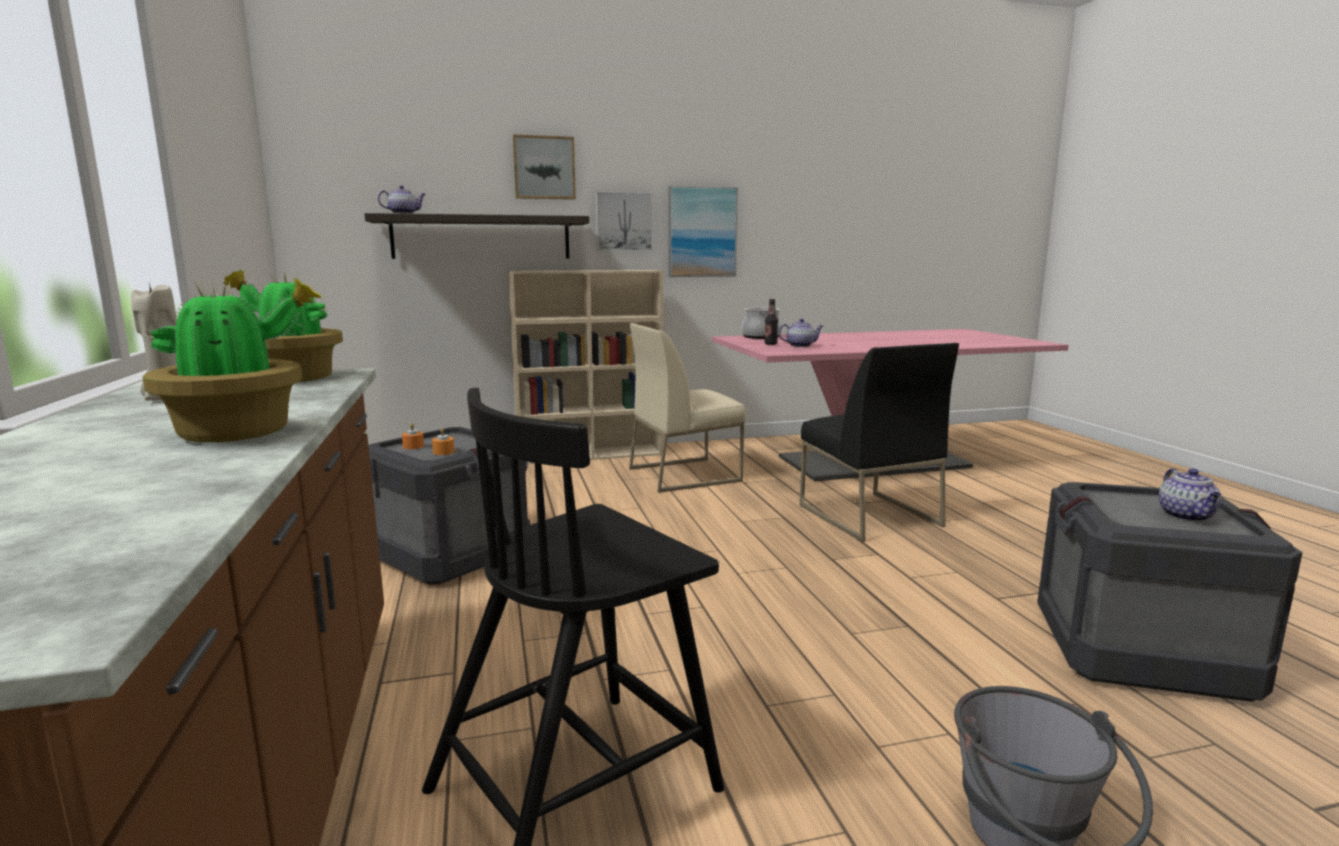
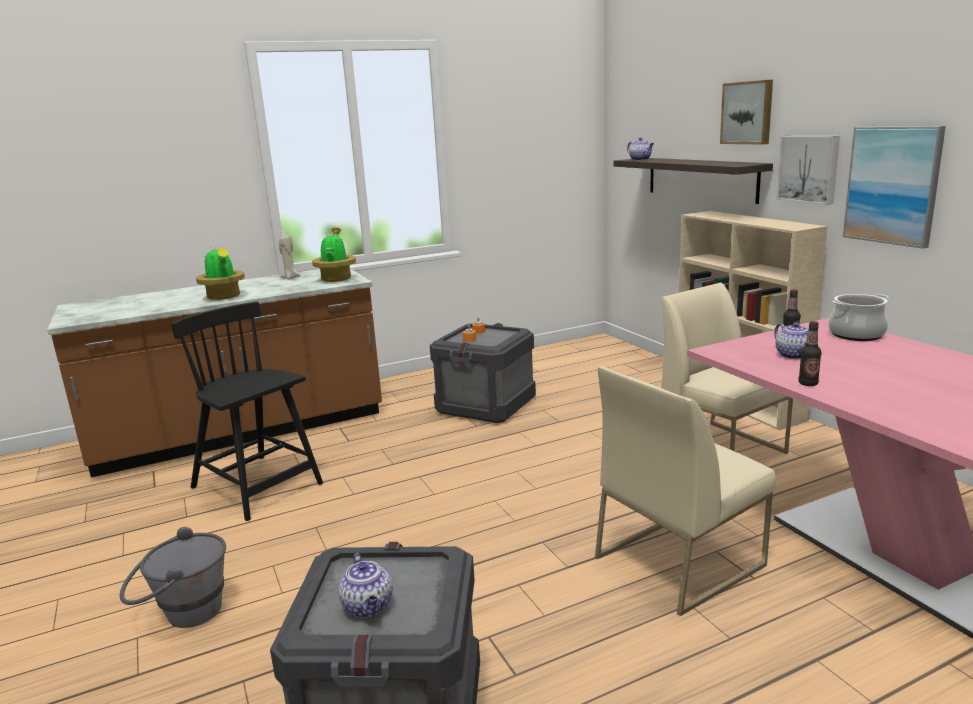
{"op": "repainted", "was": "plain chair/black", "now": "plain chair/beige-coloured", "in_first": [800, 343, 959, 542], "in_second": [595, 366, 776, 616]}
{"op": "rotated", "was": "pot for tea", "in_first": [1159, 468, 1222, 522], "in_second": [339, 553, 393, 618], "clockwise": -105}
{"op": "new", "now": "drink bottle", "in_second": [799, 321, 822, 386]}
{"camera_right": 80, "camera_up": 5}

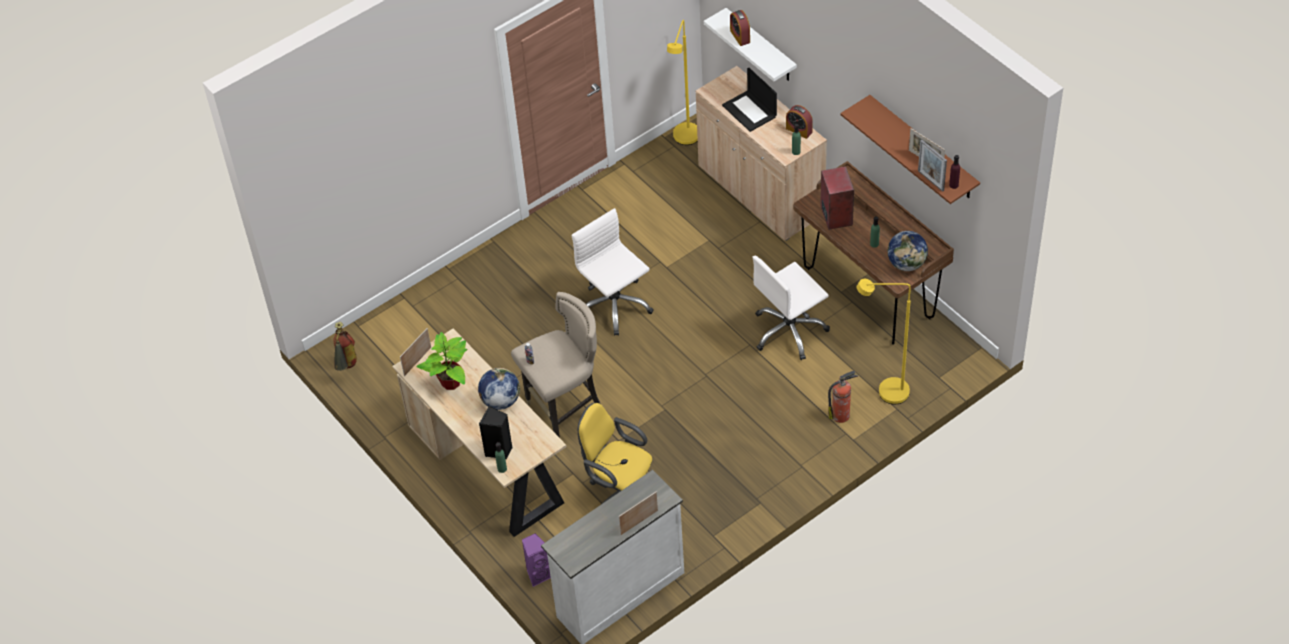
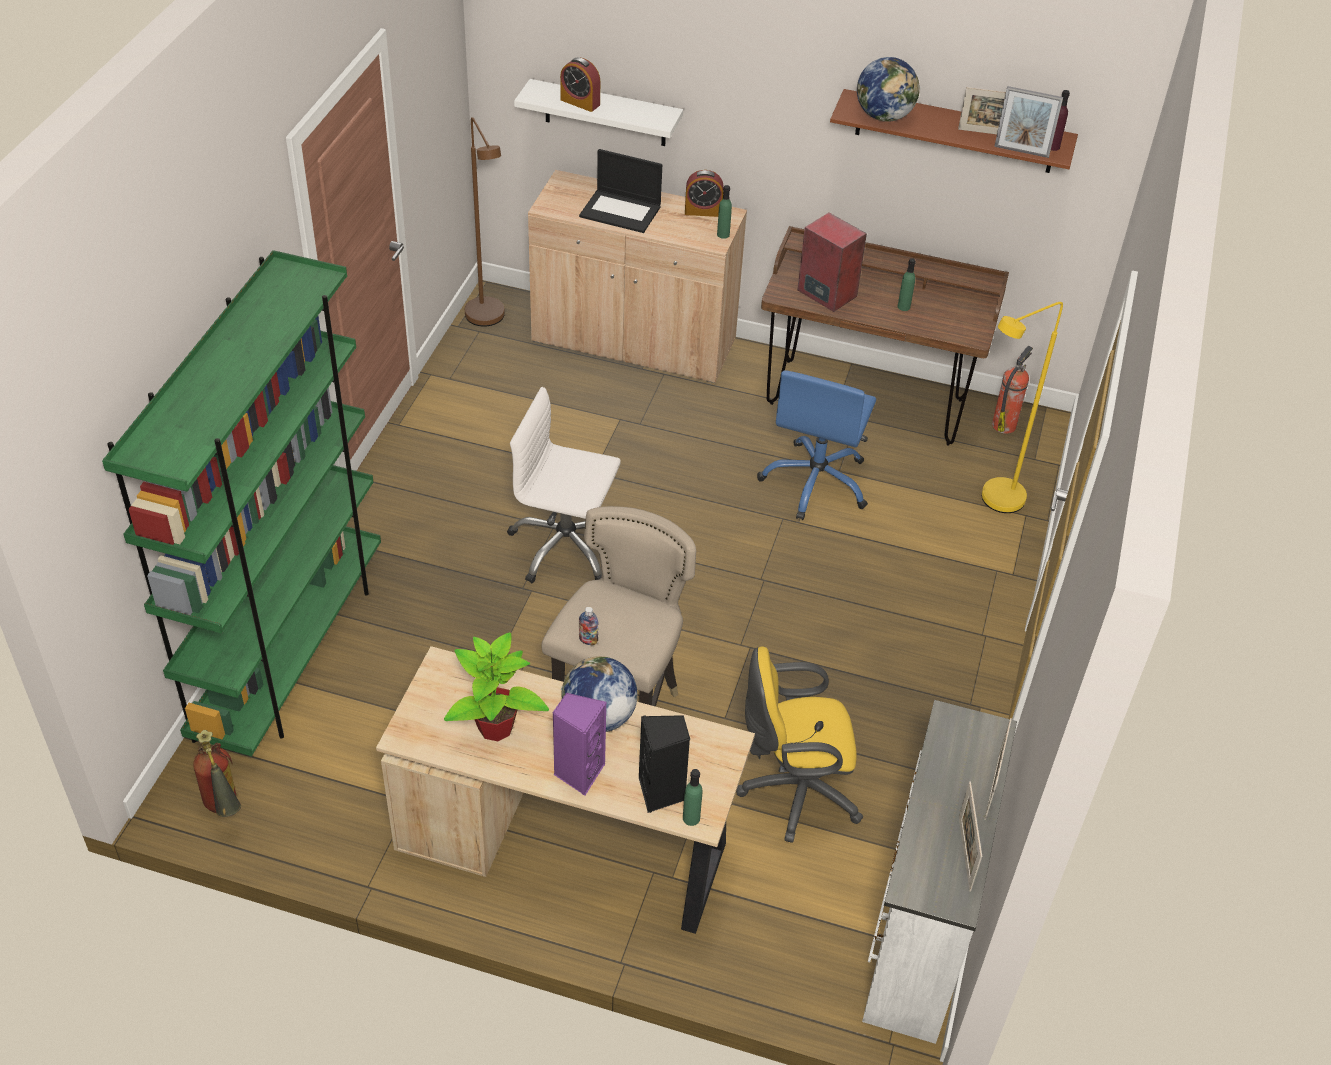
{"op": "shifted", "was": "picture frame", "in_first": [400, 328, 431, 376], "in_second": [959, 781, 982, 891]}
{"op": "shifted", "was": "audio speaker/purple", "in_first": [522, 533, 551, 587], "in_second": [552, 693, 606, 796]}
{"op": "repainted", "was": "floor lamp/yellowish", "now": "floor lamp/brownish", "in_first": [667, 20, 698, 145], "in_second": [465, 117, 505, 326]}
{"op": "repainted", "was": "desk chair/white", "now": "desk chair/blue-coloured", "in_first": [752, 256, 830, 360], "in_second": [757, 370, 876, 520]}
{"op": "shifted", "was": "extinguisher", "in_first": [828, 371, 858, 423], "in_second": [992, 346, 1033, 434]}
{"op": "shifted", "was": "world globe", "in_first": [888, 231, 928, 271], "in_second": [857, 57, 920, 122]}
{"op": "new", "now": "bookshelf/green-coloured", "in_second": [102, 250, 381, 757]}
{"camera_right": -40, "camera_up": -5}

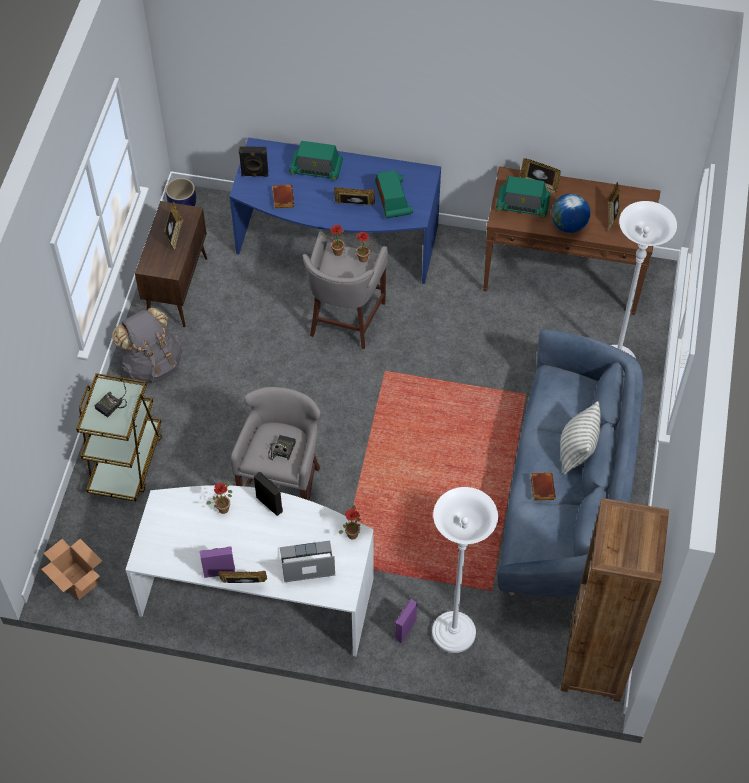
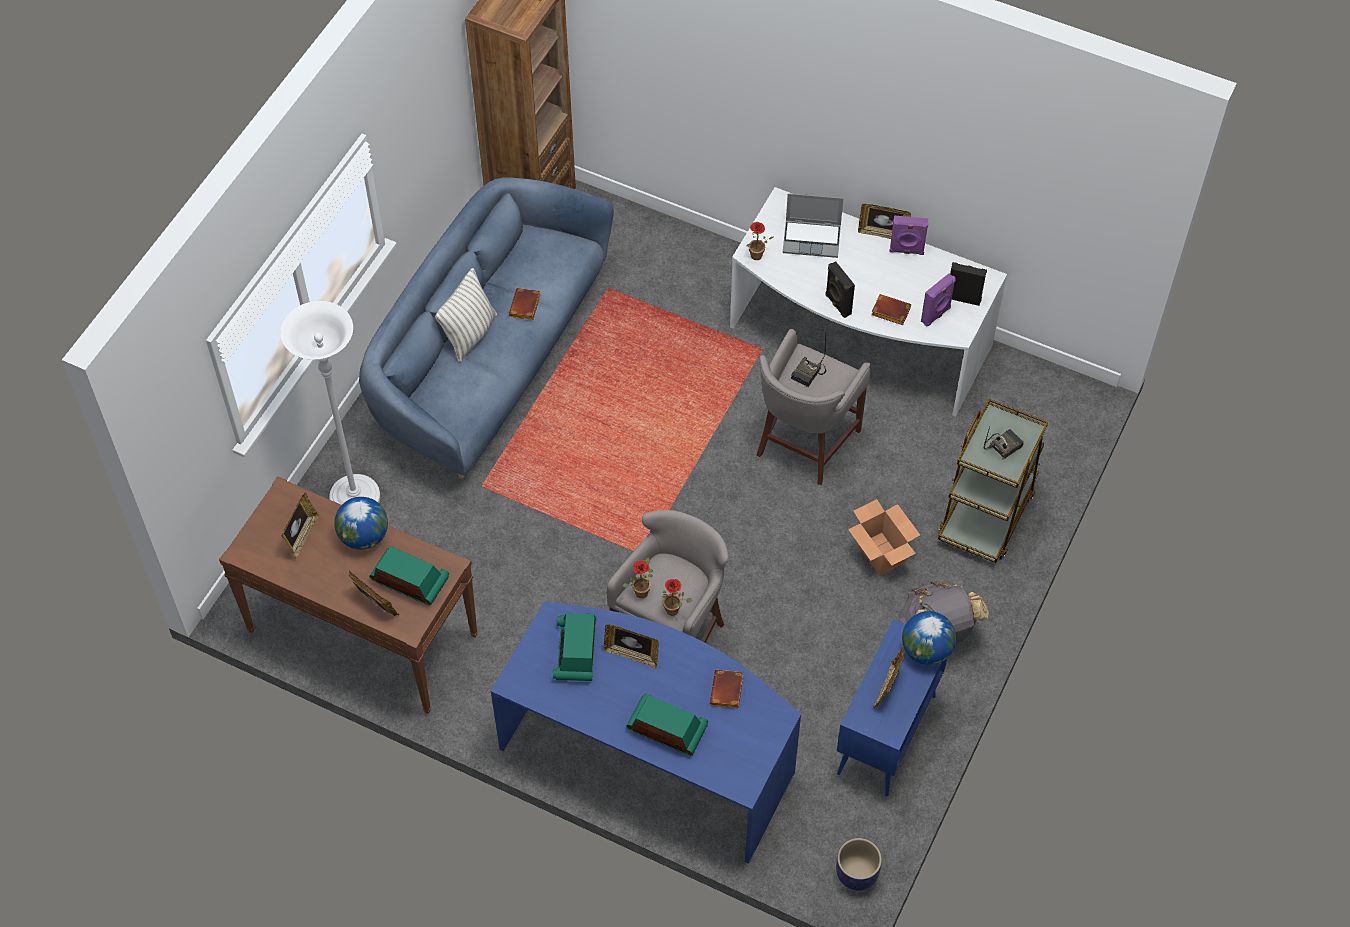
{"op": "shifted", "was": "cardboard box", "in_first": [41, 539, 102, 600], "in_second": [848, 499, 920, 576]}
{"op": "repainted", "was": "cupboard/brownish", "now": "cupboard/blue-coloured", "in_first": [135, 201, 207, 327], "in_second": [837, 619, 947, 796]}
{"op": "swapped", "was": "potted plant", "now": "book/brownish", "in_first": [206, 481, 233, 514], "in_second": [871, 294, 911, 325]}
{"op": "shifted", "was": "audio speaker/black", "in_first": [239, 146, 268, 177], "in_second": [950, 262, 987, 306]}
{"op": "shifted", "was": "audio speaker/purple", "in_first": [395, 599, 417, 643], "in_second": [921, 273, 955, 327]}
{"op": "gone", "was": "floor lamp/white", "in_first": [432, 487, 498, 653]}
{"op": "new", "now": "world globe", "in_second": [902, 611, 956, 665]}
{"camera_right": -165, "camera_up": 0}

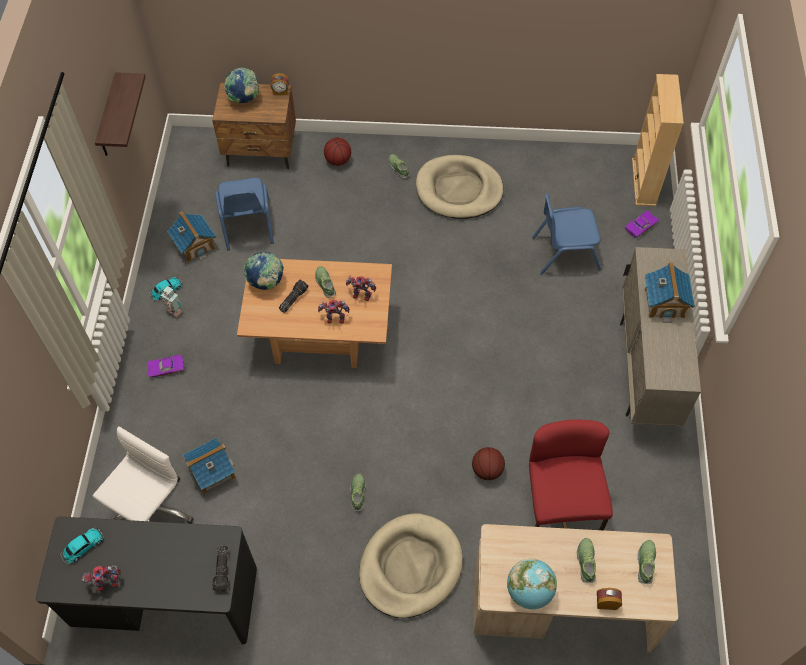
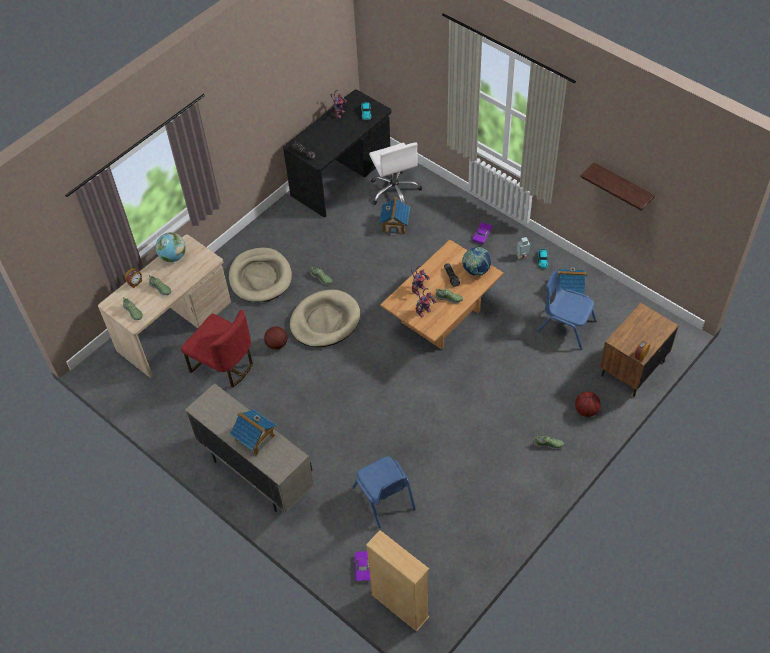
{"op": "gone", "was": "world globe", "in_first": [224, 68, 259, 103]}
{"op": "shifted", "was": "dog bed/beige-coloured", "in_first": [416, 155, 503, 219], "in_second": [290, 289, 360, 347]}
{"op": "rotated", "was": "plain chair/blue-coloured", "in_first": [532, 193, 601, 274], "in_second": [352, 456, 416, 528], "clockwise": 120}
{"camera_right": 130, "camera_up": -5}

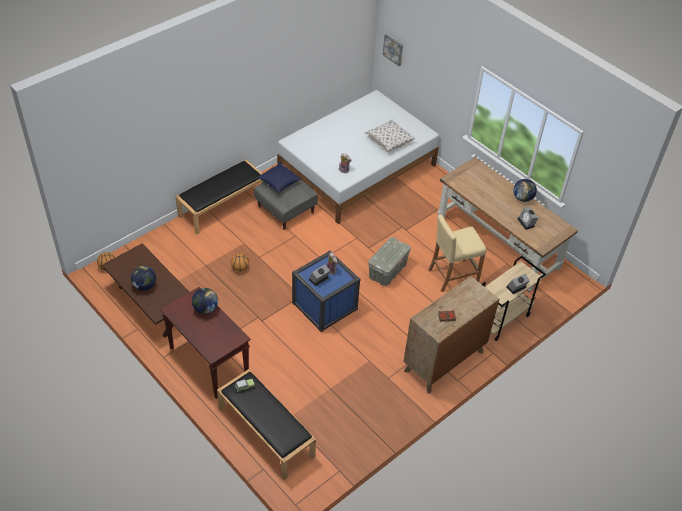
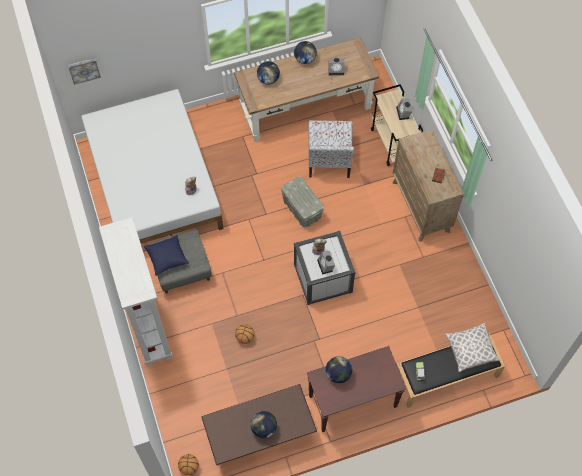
{"op": "swapped", "was": "indoor bench/black", "now": "bookshelf/white", "in_first": [176, 160, 264, 234], "in_second": [99, 217, 173, 366]}
{"op": "repainted", "was": "storage container/blue-coloured", "now": "storage container/white", "in_first": [292, 250, 361, 332], "in_second": [294, 231, 356, 305]}
{"op": "shifted", "was": "pillow", "in_first": [365, 120, 415, 152], "in_second": [445, 323, 499, 372]}
{"op": "swapped", "was": "stool/beige-coloured", "now": "plain chair", "in_first": [428, 215, 487, 292], "in_second": [308, 120, 354, 178]}
{"op": "new", "now": "world globe", "in_second": [257, 61, 280, 85]}
{"camera_right": -65, "camera_up": 15}

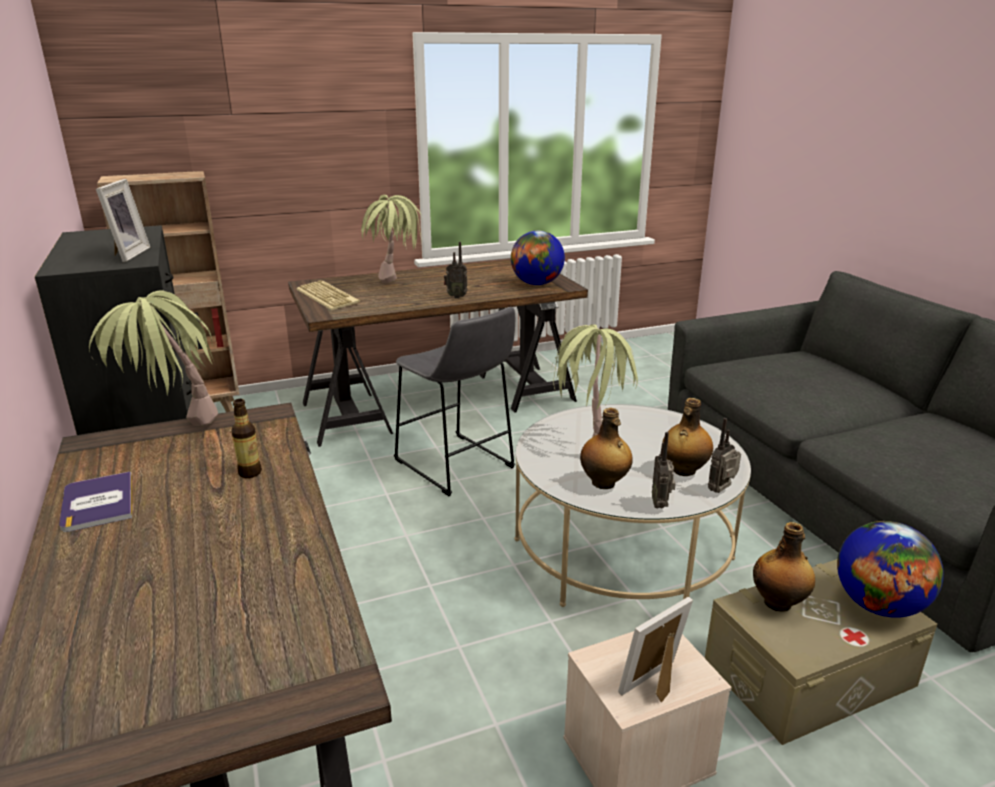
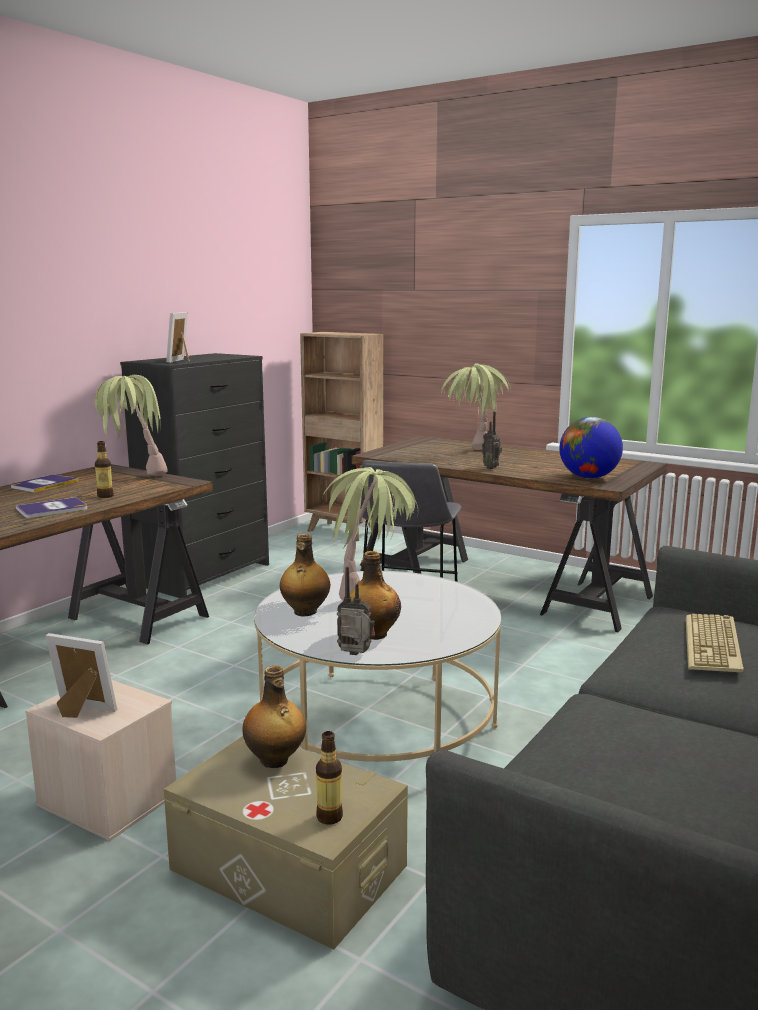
{"op": "rotated", "was": "picture frame", "in_first": [96, 179, 150, 262], "in_second": [166, 312, 190, 363], "clockwise": 135}
{"op": "shifted", "was": "keyboard", "in_first": [296, 280, 360, 310], "in_second": [686, 614, 744, 672]}
{"op": "gone", "was": "radio set", "in_first": [652, 432, 676, 509]}
{"op": "swapped", "was": "world globe", "now": "drink bottle", "in_first": [837, 521, 944, 618], "in_second": [316, 731, 343, 825]}
{"op": "new", "now": "book", "in_second": [16, 497, 87, 518]}
{"camera_right": 55, "camera_up": -10}

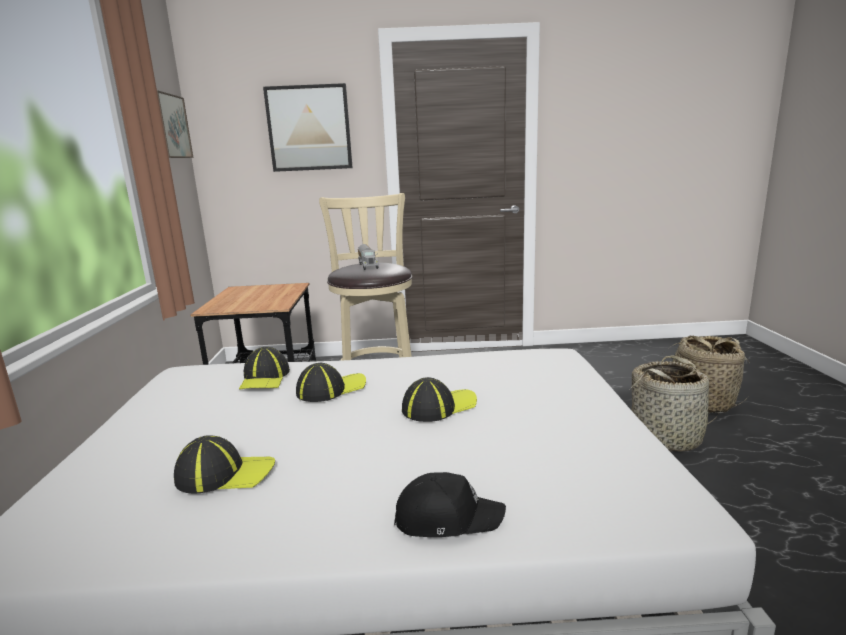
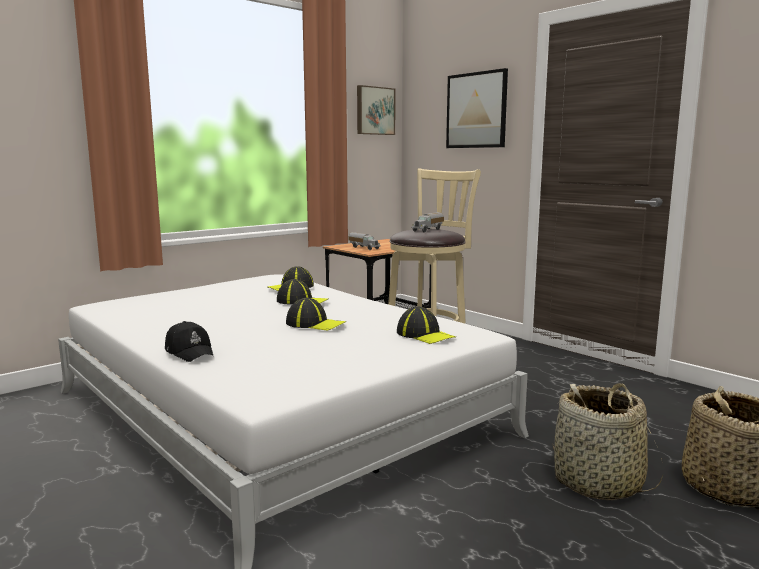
{"op": "shifted", "was": "peaked cap", "in_first": [174, 435, 275, 494], "in_second": [397, 307, 456, 344]}
{"op": "new", "now": "toy truck", "in_second": [348, 232, 380, 250]}
{"camera_right": 50, "camera_up": -5}

